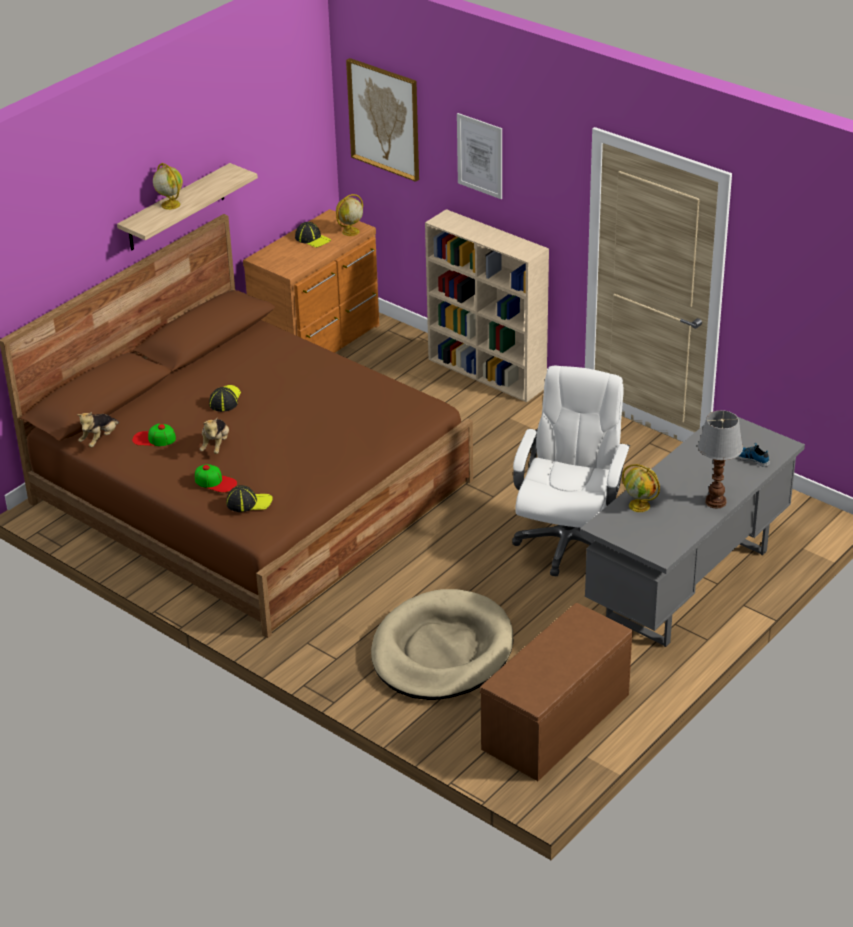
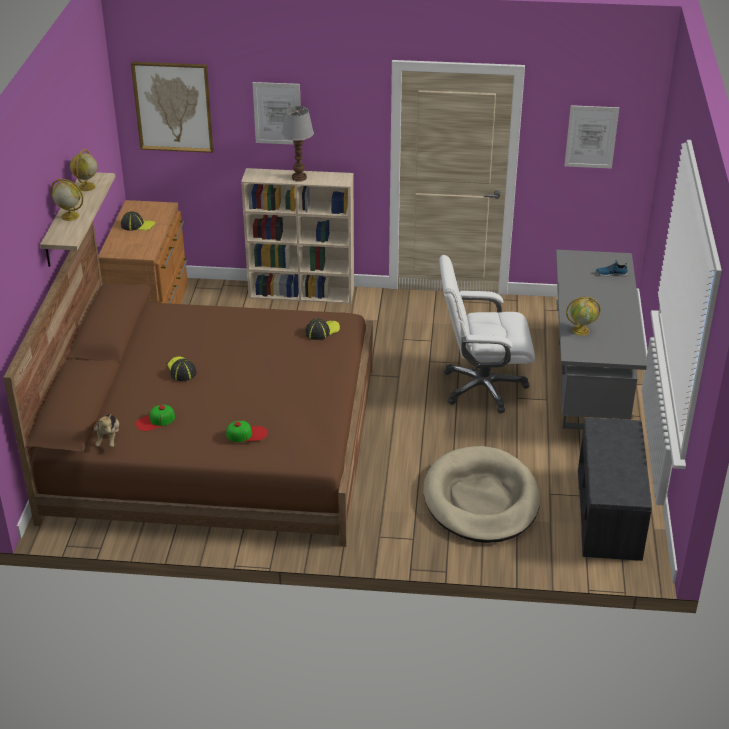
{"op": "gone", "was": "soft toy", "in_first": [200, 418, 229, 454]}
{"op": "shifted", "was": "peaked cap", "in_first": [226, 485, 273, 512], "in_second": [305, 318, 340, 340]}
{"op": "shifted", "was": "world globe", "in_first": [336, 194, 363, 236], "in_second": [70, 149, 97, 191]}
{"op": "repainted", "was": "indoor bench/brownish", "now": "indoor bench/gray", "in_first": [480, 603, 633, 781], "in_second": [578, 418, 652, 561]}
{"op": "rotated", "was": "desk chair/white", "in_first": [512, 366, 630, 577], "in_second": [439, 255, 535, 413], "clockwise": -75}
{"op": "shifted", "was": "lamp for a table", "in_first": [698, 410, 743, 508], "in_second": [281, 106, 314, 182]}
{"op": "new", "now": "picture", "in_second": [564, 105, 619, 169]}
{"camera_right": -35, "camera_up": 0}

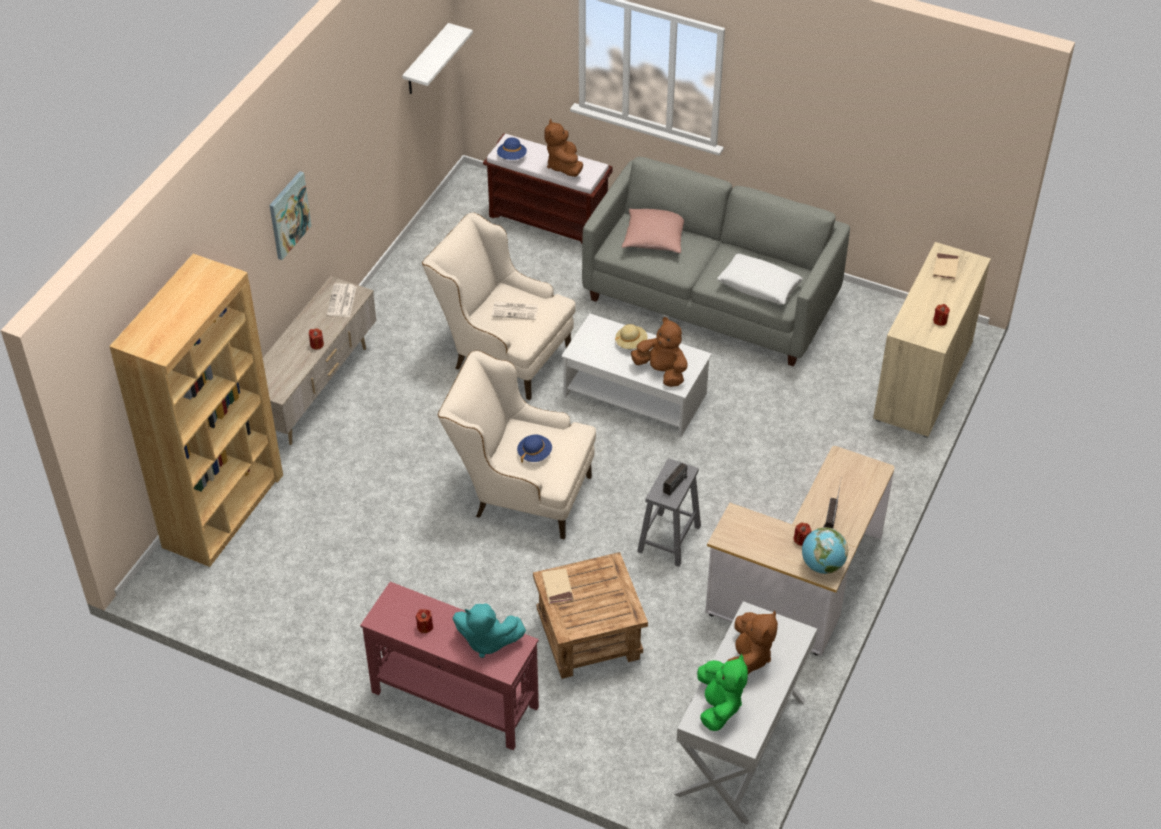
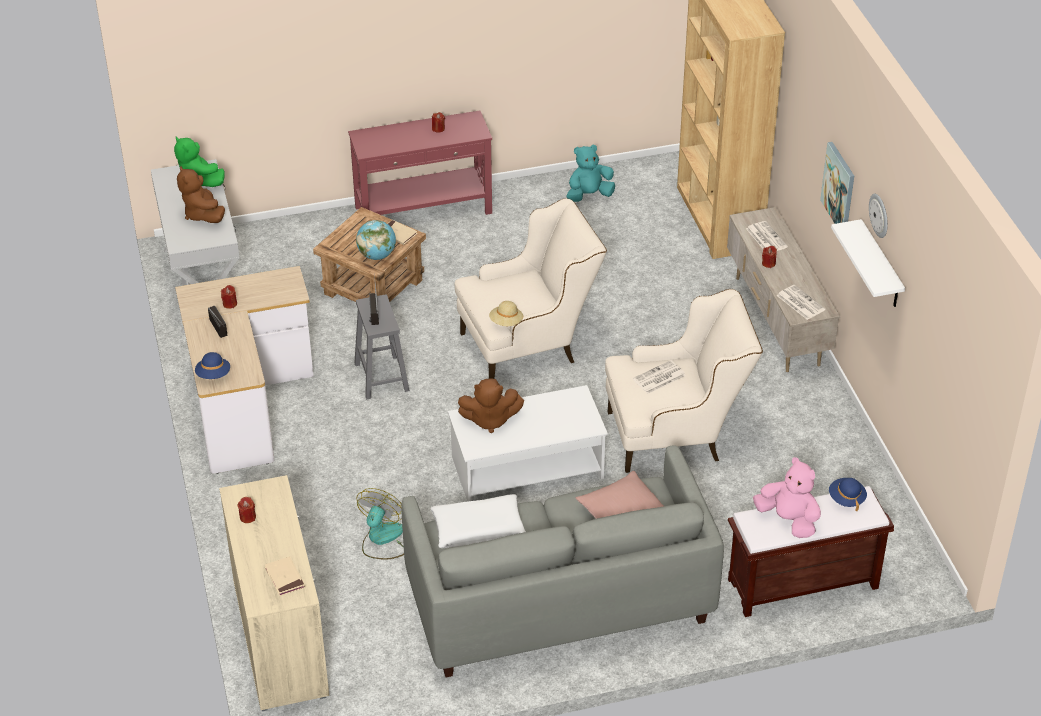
{"op": "shifted", "was": "bracket shelf/white", "in_first": [402, 23, 473, 94], "in_second": [831, 219, 905, 307]}
{"op": "shifted", "was": "soft toy/blue-green", "in_first": [453, 603, 526, 658], "in_second": [567, 144, 615, 202]}
{"op": "shifted", "was": "hat/blue-coloured", "in_first": [517, 435, 552, 463], "in_second": [195, 352, 230, 379]}
{"op": "repainted", "was": "soft toy/brownish", "now": "soft toy/pinkish", "in_first": [544, 119, 583, 177], "in_second": [753, 457, 821, 538]}
{"op": "shifted", "was": "hat/beige-coloured", "in_first": [615, 324, 648, 349], "in_second": [489, 301, 523, 326]}
{"op": "shifted", "was": "world globe", "in_first": [802, 527, 848, 574], "in_second": [356, 220, 396, 260]}
{"op": "new", "now": "cooling fan", "in_second": [356, 488, 404, 560]}
{"op": "new", "now": "daily paper", "in_second": [746, 221, 788, 251]}
{"op": "new", "now": "clock on the wall", "in_second": [869, 194, 888, 238]}
{"camera_right": 140, "camera_up": -5}

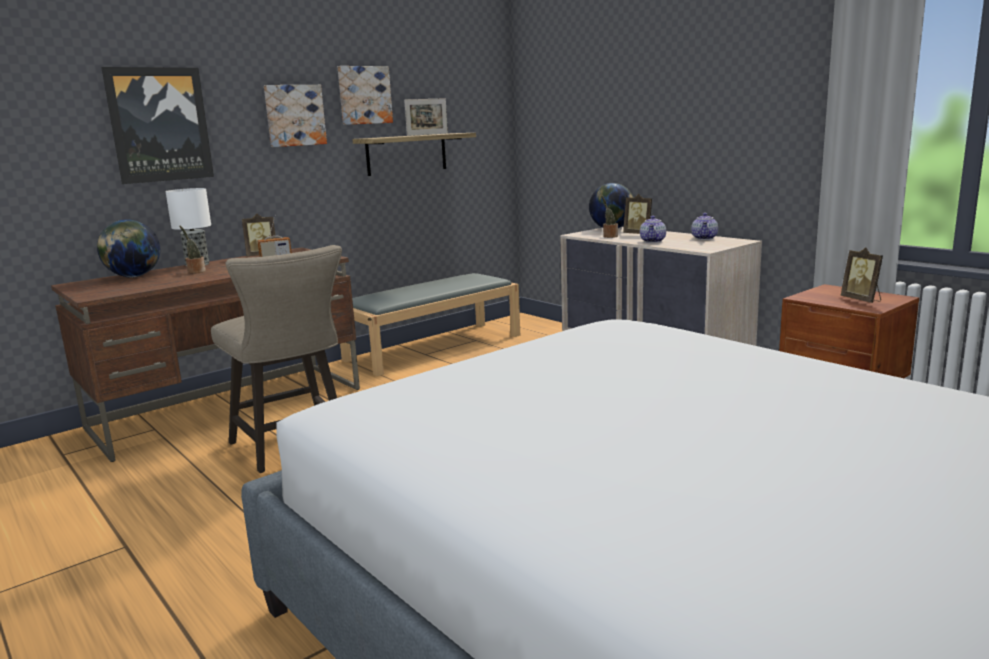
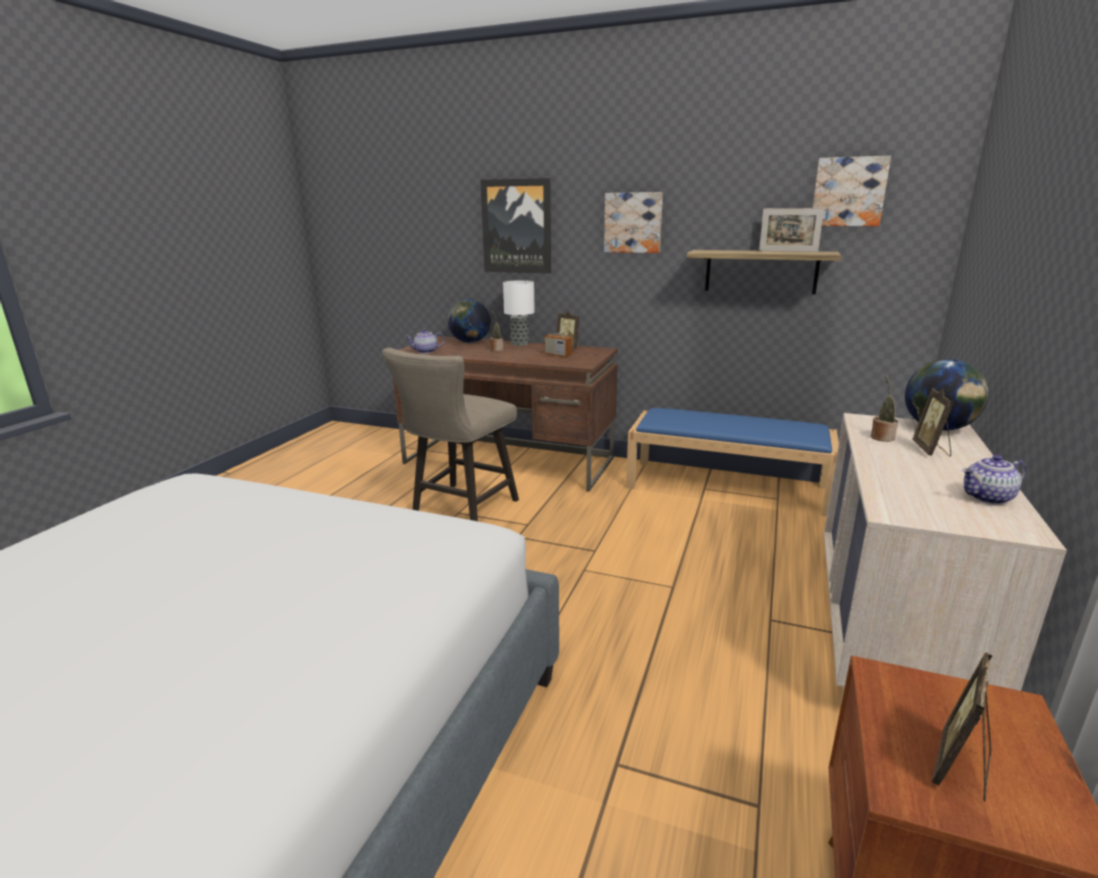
{"op": "shifted", "was": "picture", "in_first": [338, 66, 393, 125], "in_second": [813, 156, 891, 226]}
{"op": "repainted", "was": "indoor bench/gray", "now": "indoor bench/blue-coloured", "in_first": [340, 273, 520, 376], "in_second": [626, 408, 839, 517]}
{"op": "shifted", "was": "pot for tea", "in_first": [640, 216, 666, 243], "in_second": [405, 329, 445, 354]}
{"camera_right": 60, "camera_up": 5}

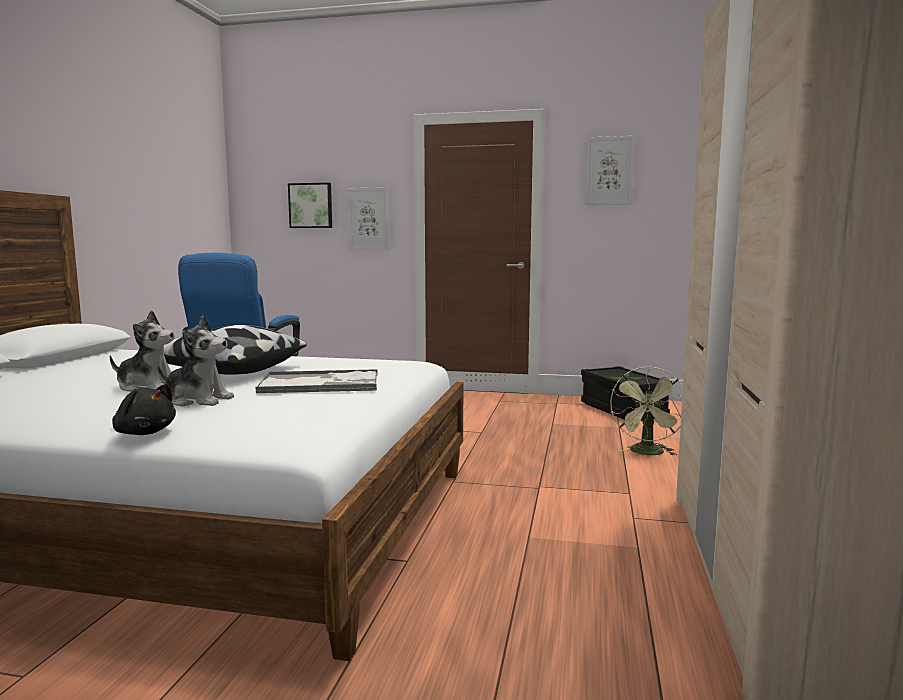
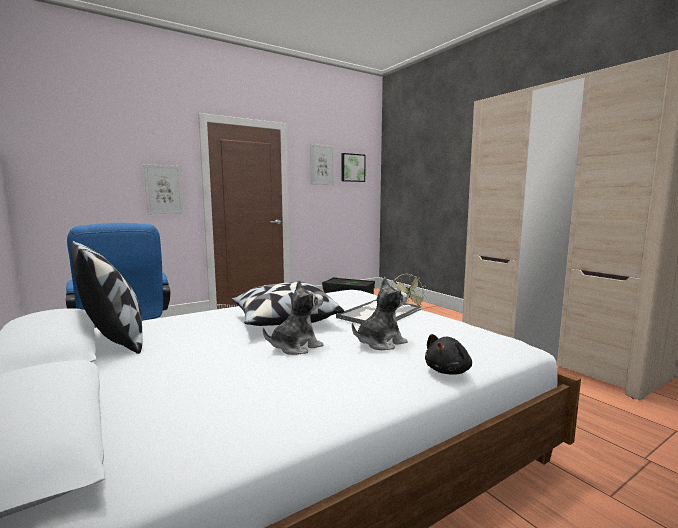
{"op": "rotated", "was": "soft toy/black", "in_first": [112, 384, 176, 435], "in_second": [425, 334, 472, 375], "clockwise": 150}
{"op": "shifted", "was": "picture", "in_first": [288, 183, 332, 228], "in_second": [341, 153, 366, 182]}
{"op": "new", "now": "pillow", "in_second": [71, 241, 143, 354]}
{"camera_right": -45, "camera_up": 0}

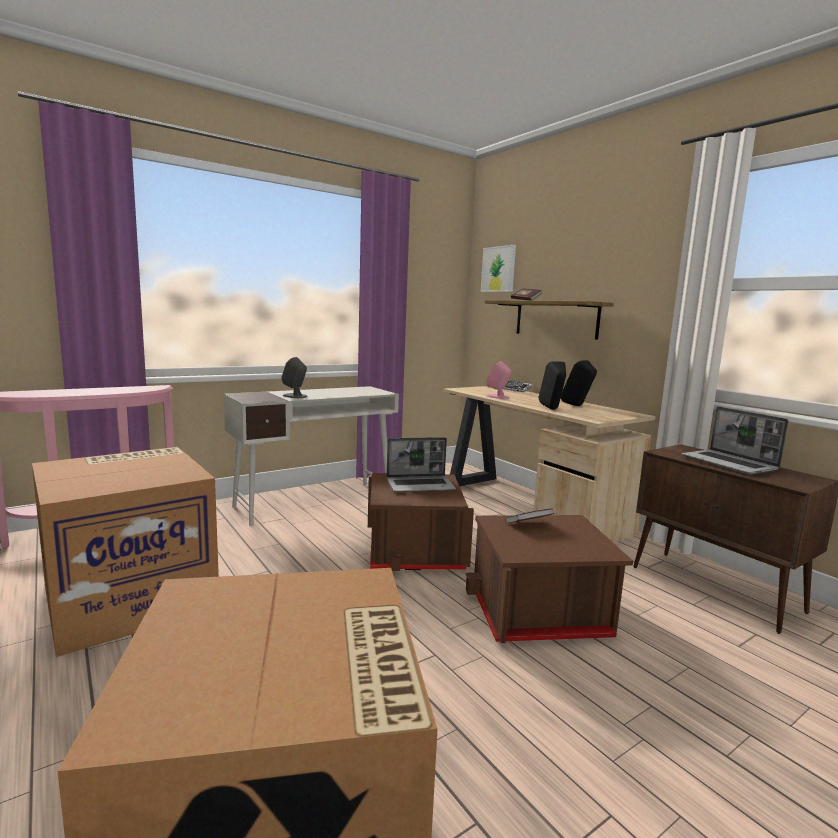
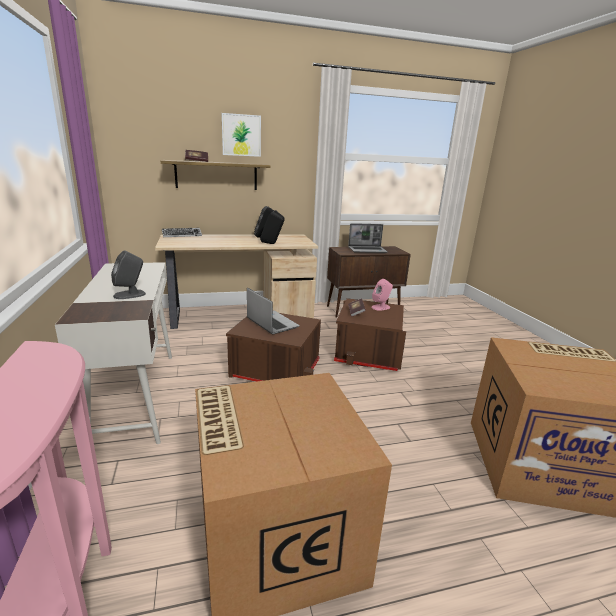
{"op": "rotated", "was": "portable computer", "in_first": [386, 437, 456, 492], "in_second": [247, 288, 300, 334], "clockwise": -45}
{"op": "shifted", "was": "picture", "in_first": [481, 245, 516, 292], "in_second": [222, 113, 261, 157]}
{"op": "shifted", "was": "audio speaker/pinkish", "in_first": [486, 361, 512, 399], "in_second": [371, 279, 393, 311]}
{"camera_right": -70, "camera_up": 10}

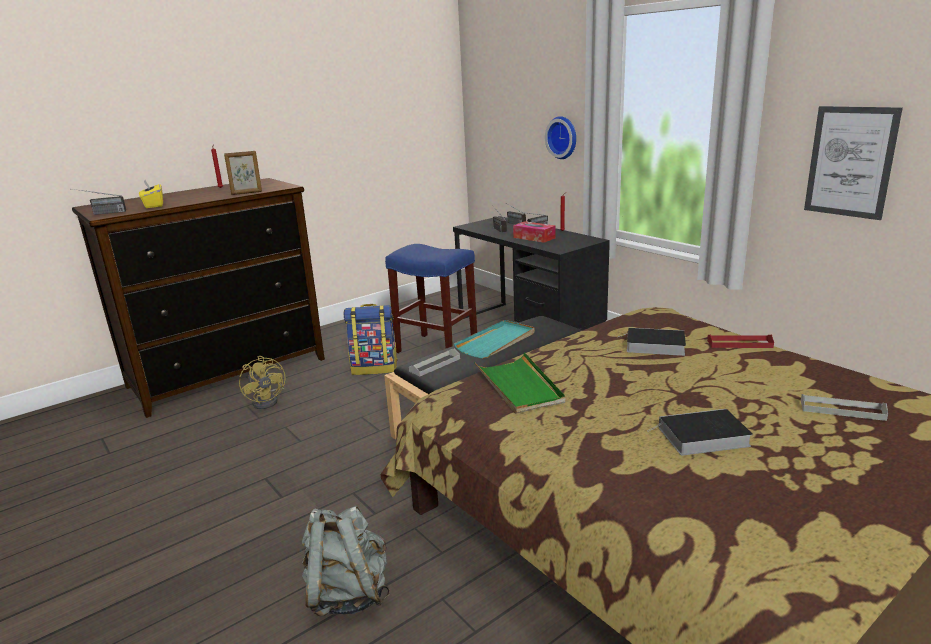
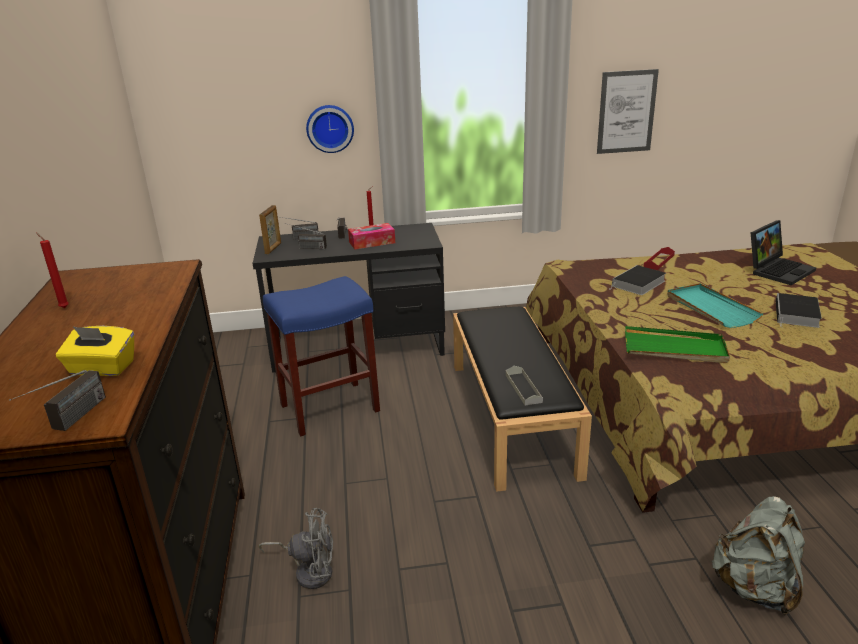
{"op": "shifted", "was": "picture frame", "in_first": [224, 151, 262, 195], "in_second": [259, 205, 281, 254]}
{"op": "repainted", "was": "cooling fan/yellowish", "now": "cooling fan/gray", "in_first": [239, 356, 285, 409], "in_second": [258, 508, 333, 589]}
{"op": "gone", "was": "rucksack", "in_first": [344, 304, 398, 375]}
{"op": "shifted", "was": "tray/blue-green", "in_first": [454, 320, 535, 359], "in_second": [667, 283, 764, 328]}
{"op": "swapped", "was": "tray/gray", "now": "portable computer", "in_first": [801, 394, 888, 421], "in_second": [751, 220, 816, 285]}
{"camera_right": -60, "camera_up": 5}

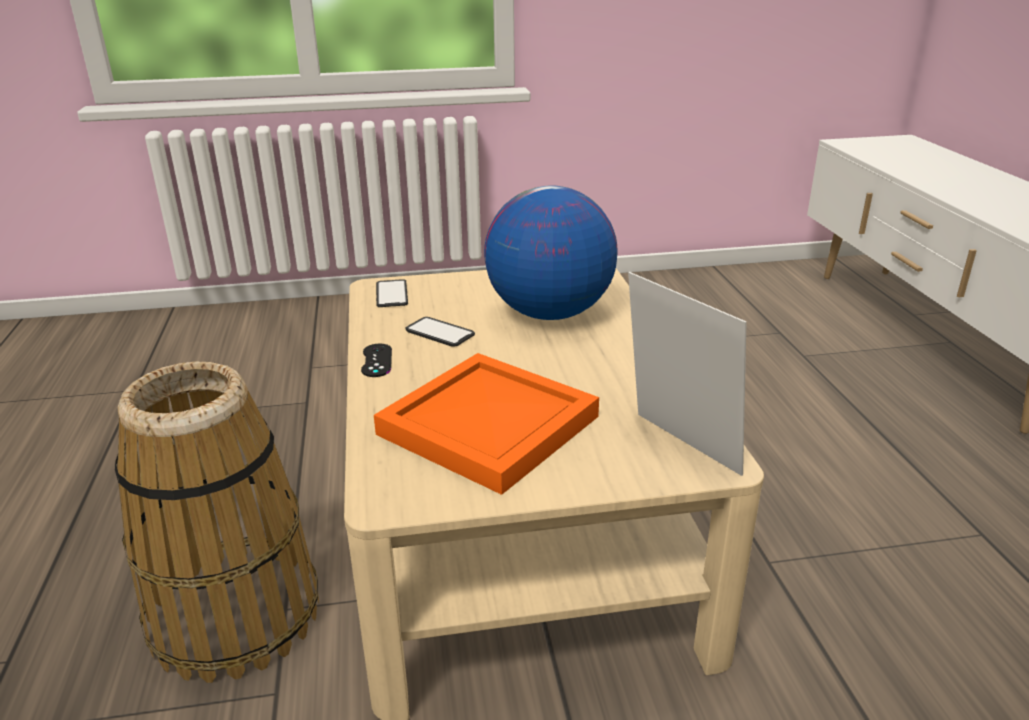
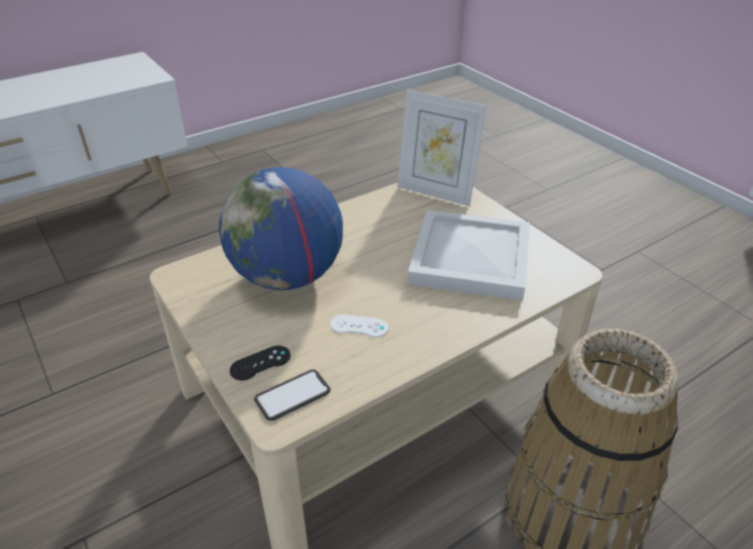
{"op": "shifted", "was": "joypad/black", "in_first": [361, 344, 392, 377], "in_second": [230, 345, 291, 381]}
{"op": "repainted", "was": "tray/orange", "now": "tray/white", "in_first": [374, 353, 599, 495], "in_second": [408, 210, 530, 301]}
{"op": "swapped", "was": "handset", "now": "joypad/white", "in_first": [405, 317, 475, 347], "in_second": [330, 315, 389, 337]}
{"op": "rotated", "was": "picture frame", "in_first": [628, 272, 747, 476], "in_second": [397, 89, 486, 206], "clockwise": -90}
{"camera_right": -115, "camera_up": 10}

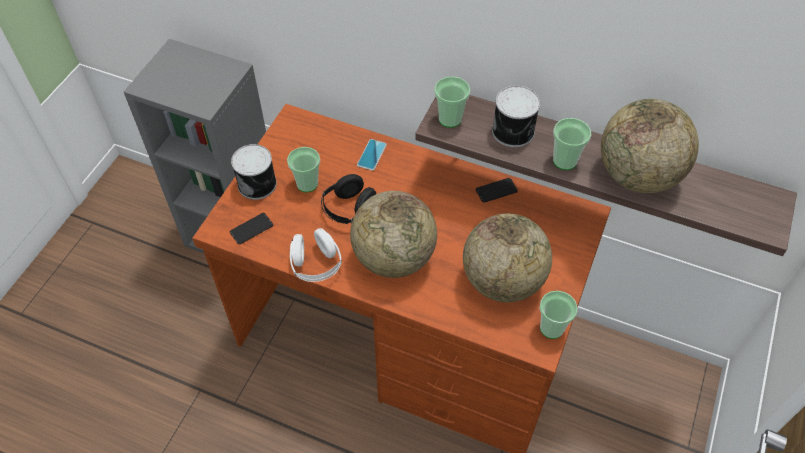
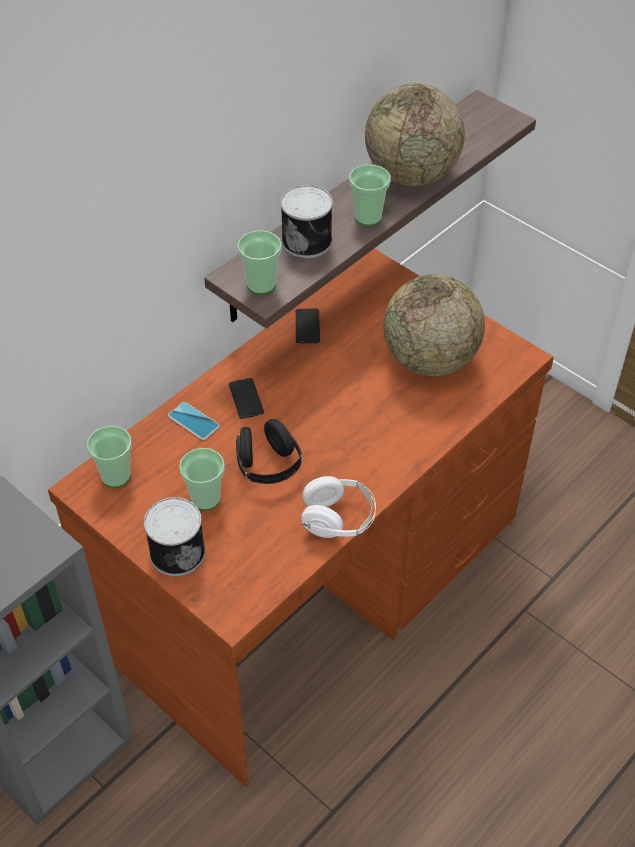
{"op": "shifted", "was": "handset", "in_first": [230, 213, 273, 244], "in_second": [229, 378, 264, 419]}
{"op": "gone", "was": "world globe", "in_first": [350, 191, 437, 278]}
{"op": "shifted", "was": "drinking cup", "in_first": [540, 291, 578, 339], "in_second": [87, 426, 132, 488]}
{"camera_right": -70, "camera_up": -5}

